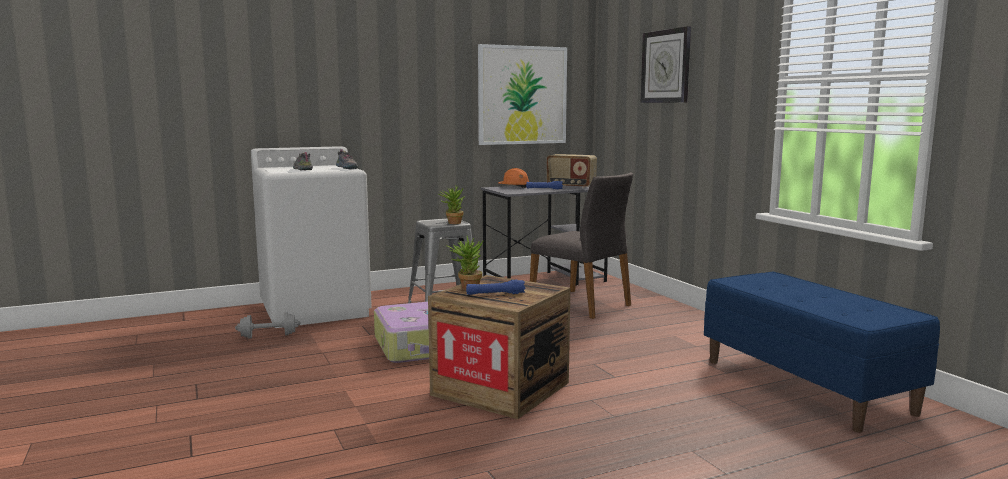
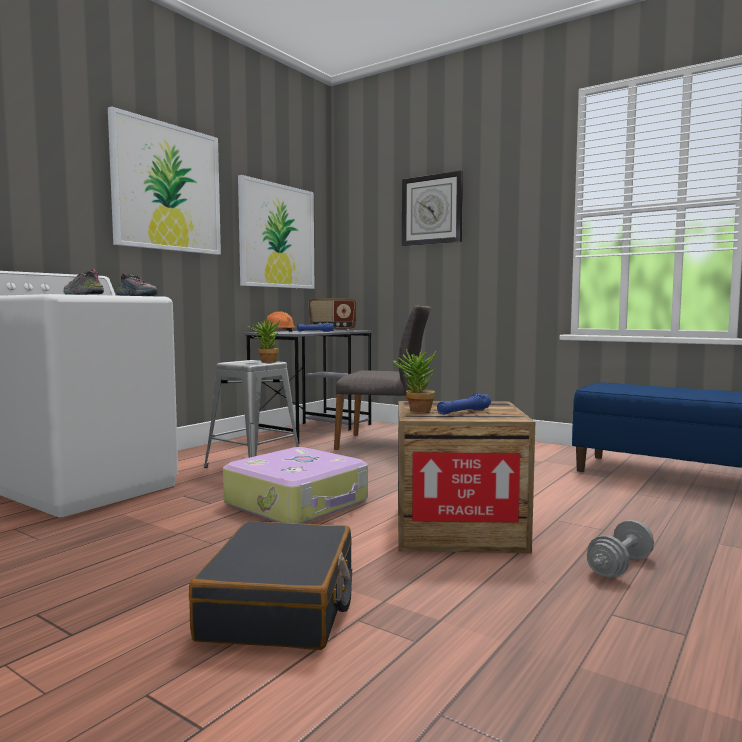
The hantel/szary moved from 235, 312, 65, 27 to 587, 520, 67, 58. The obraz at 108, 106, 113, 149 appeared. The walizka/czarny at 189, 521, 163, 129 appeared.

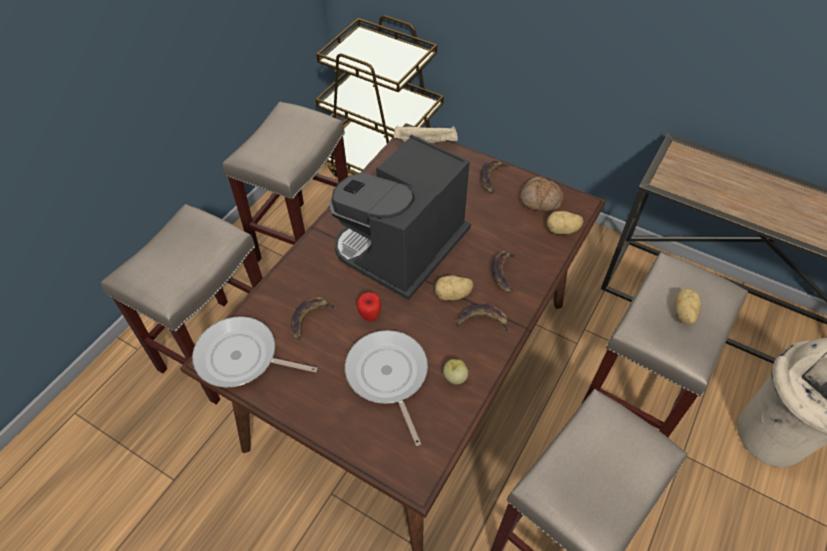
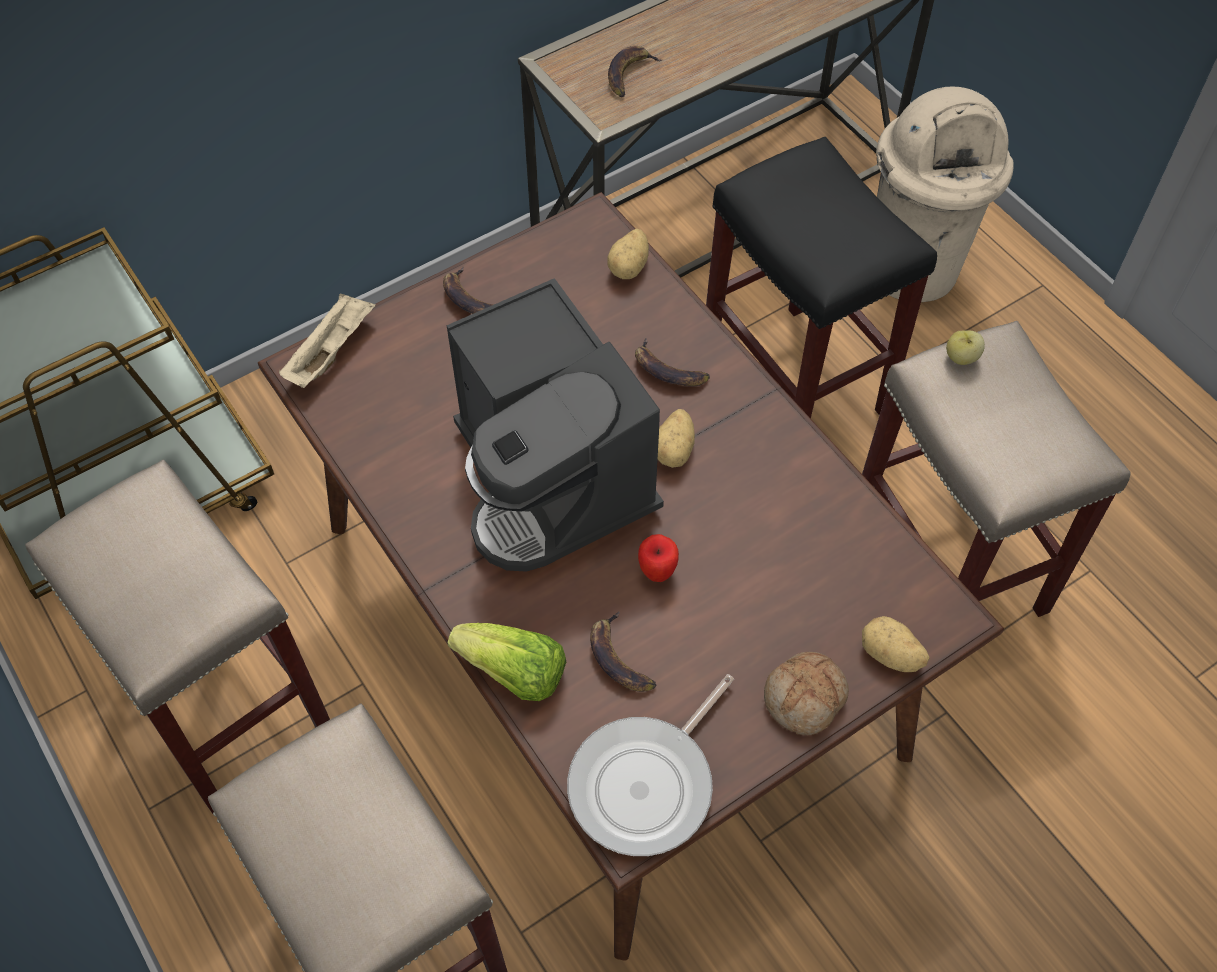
The patelnia at 345, 330, 83, 116 disappeared. The jabłko moved from 443, 359, 26, 26 to 946, 330, 39, 35. The banan moved from 456, 304, 53, 31 to 608, 46, 55, 51. The chleb moved from 520, 176, 43, 36 to 764, 652, 85, 83. The stołek/beżowy at 582, 252, 166, 185 became the stołek/czarny at 706, 137, 231, 281. The ziemniak moved from 674, 288, 27, 37 to 862, 616, 68, 56. The sałata at 448, 623, 118, 78 appeared.

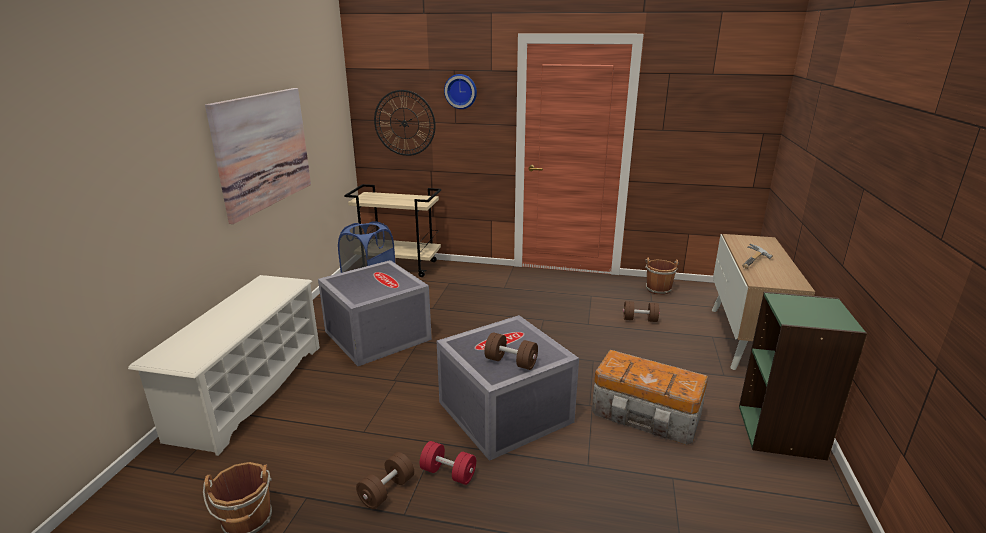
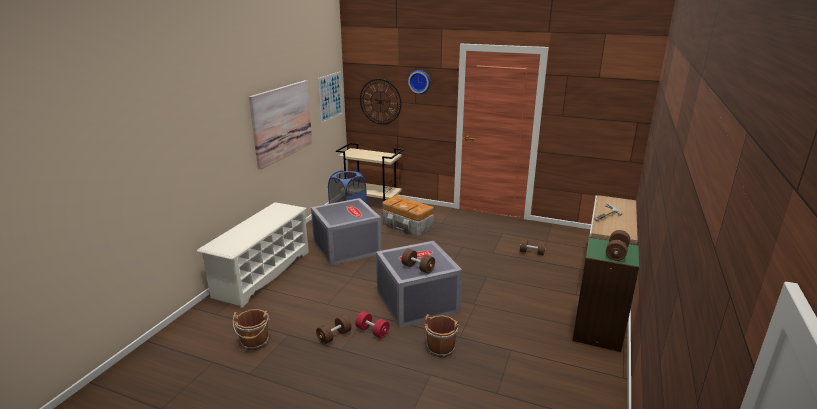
The pojemnik do przechowywania moved from 592, 350, 116, 95 to 382, 195, 52, 42. The wiadro/brązowy moved from 645, 257, 34, 38 to 425, 314, 35, 44. The obraz at 318, 72, 25, 51 appeared. The hantel/brązowy at 606, 230, 24, 31 appeared.

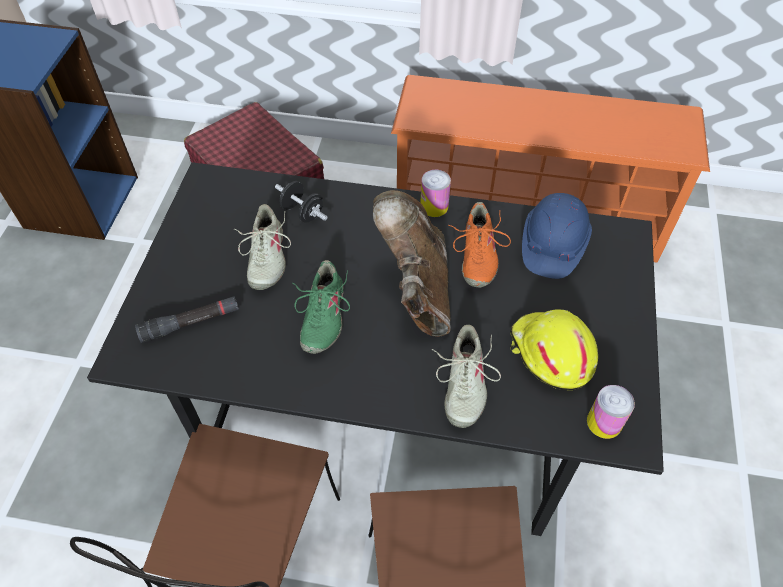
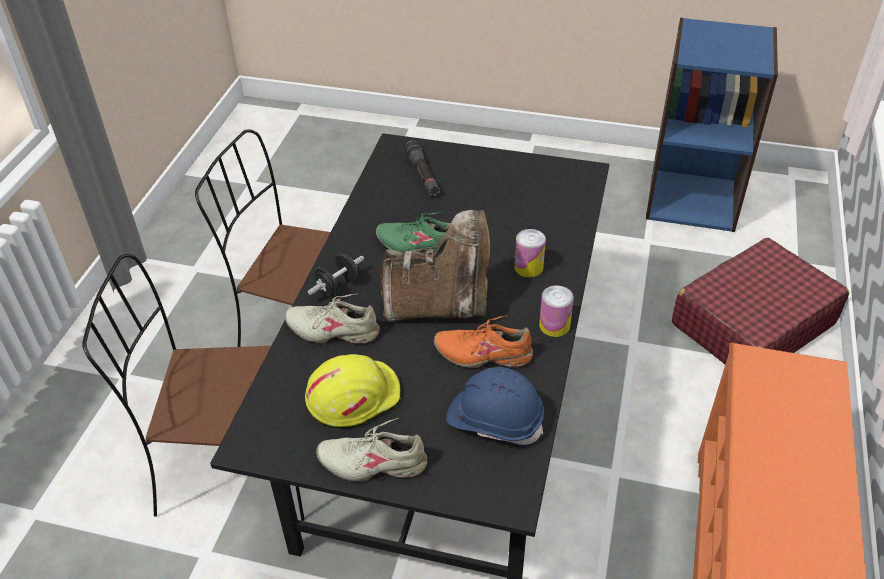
The but/beżowy moved from 234, 204, 57, 86 to 316, 418, 111, 64. The hantel/czarny moved from 275, 181, 53, 42 to 308, 254, 56, 43. The puszka moved from 587, 385, 48, 54 to 515, 229, 31, 49.

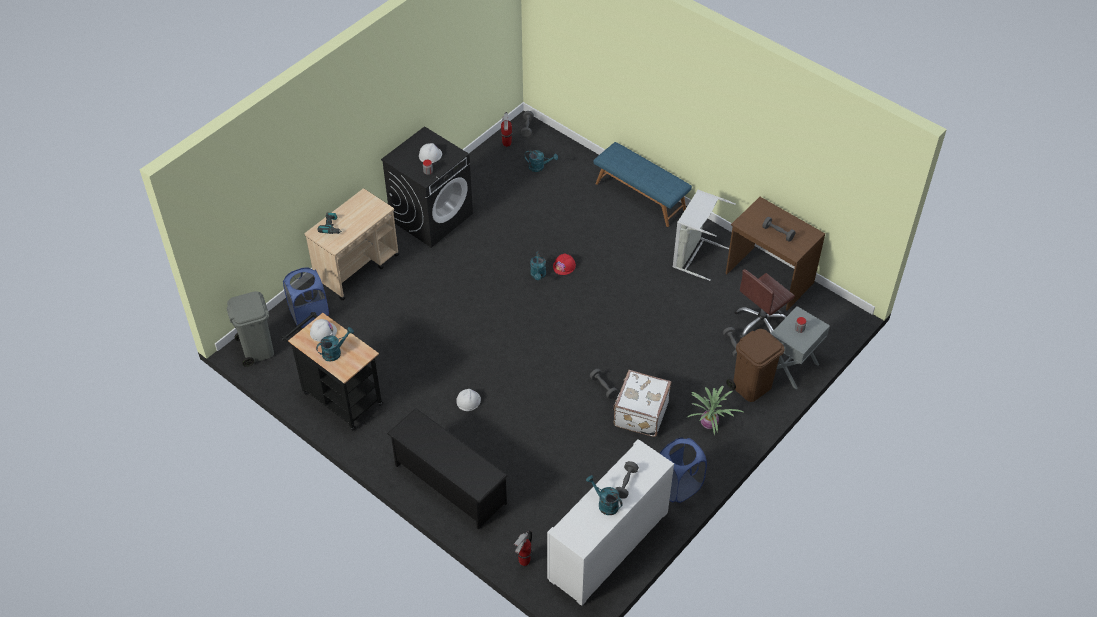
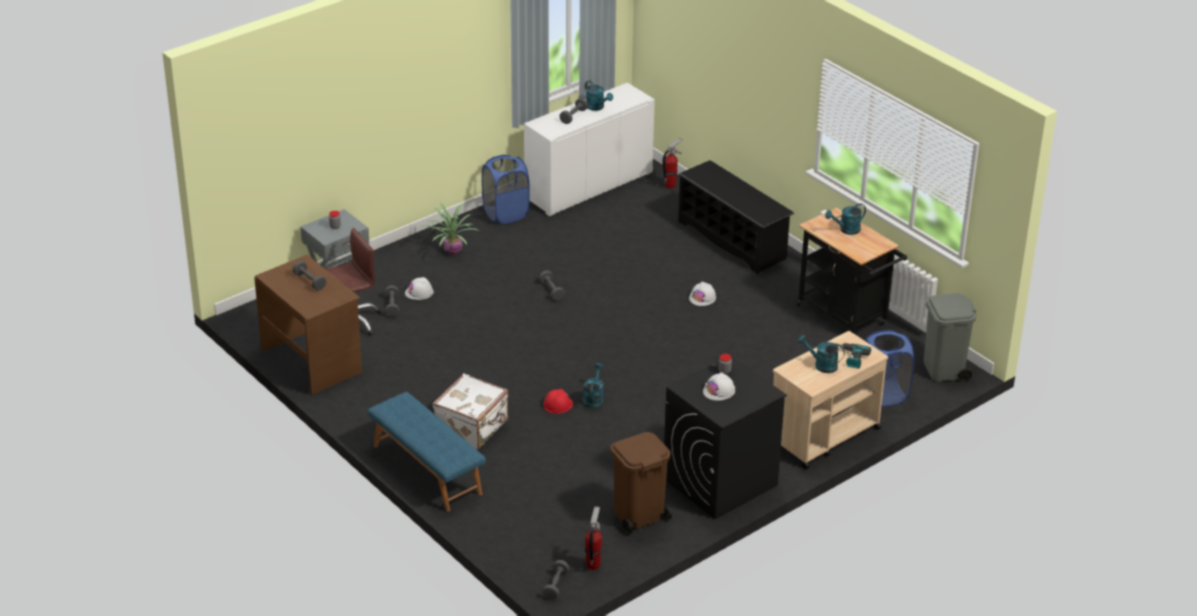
The kask/biały moved from 310, 319, 27, 23 to 405, 277, 29, 23. The konewka/turkusowy moved from 524, 150, 34, 22 to 798, 335, 47, 38. The walizka/biały moved from 613, 370, 58, 67 to 432, 373, 76, 77. The kosz na pranie/szary at 673, 190, 63, 91 disappeared. The kosz na śmieci/brązowy moved from 726, 329, 59, 73 to 610, 432, 62, 102.

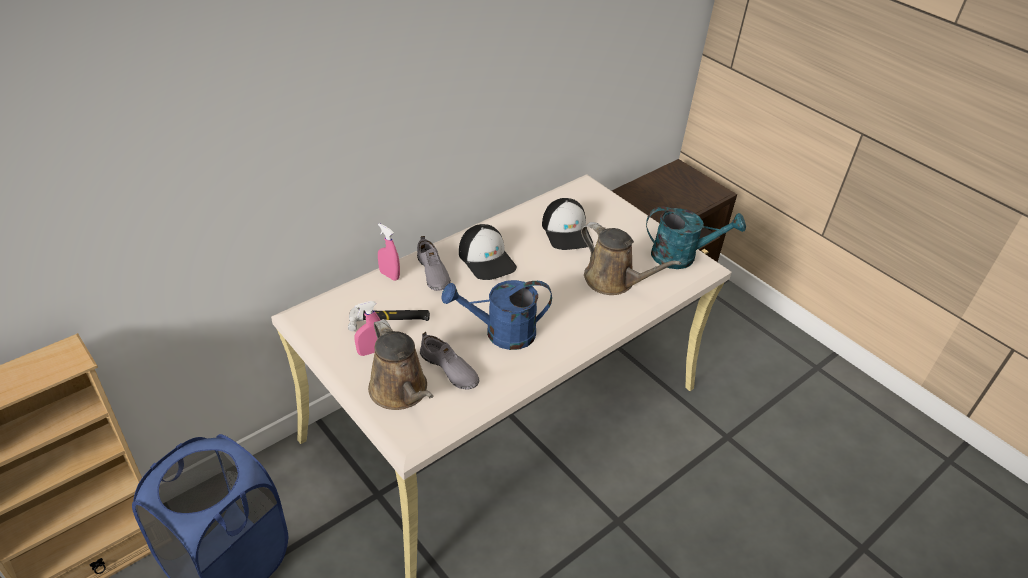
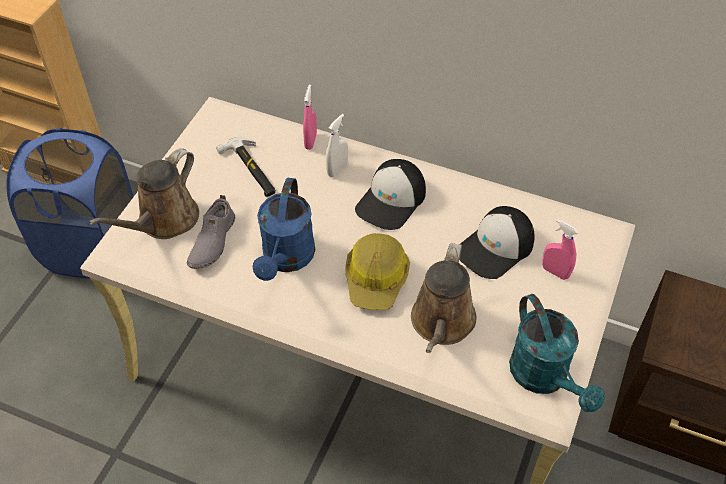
The spryskiwacz/różowy moved from 355, 301, 25, 55 to 542, 219, 37, 61. The but/szary at 417, 236, 34, 55 was replaced by the spryskiwacz/biały at 326, 114, 22, 63. The konewka/niebieski at 442, 280, 110, 70 turned 135 degrees counterclockwise. The kask at 345, 233, 65, 77 appeared.

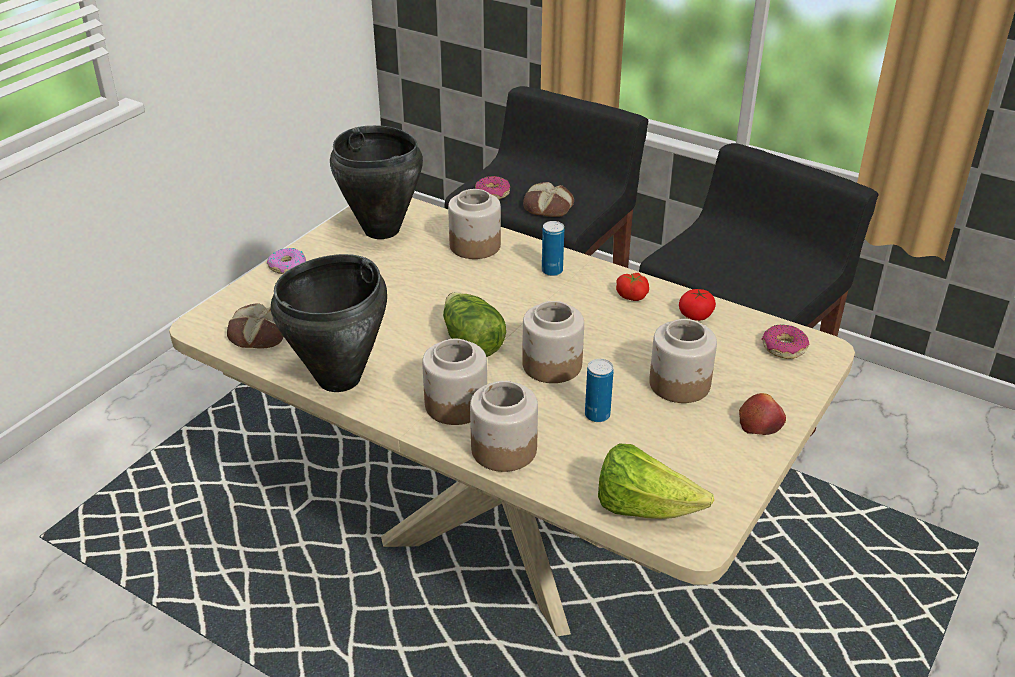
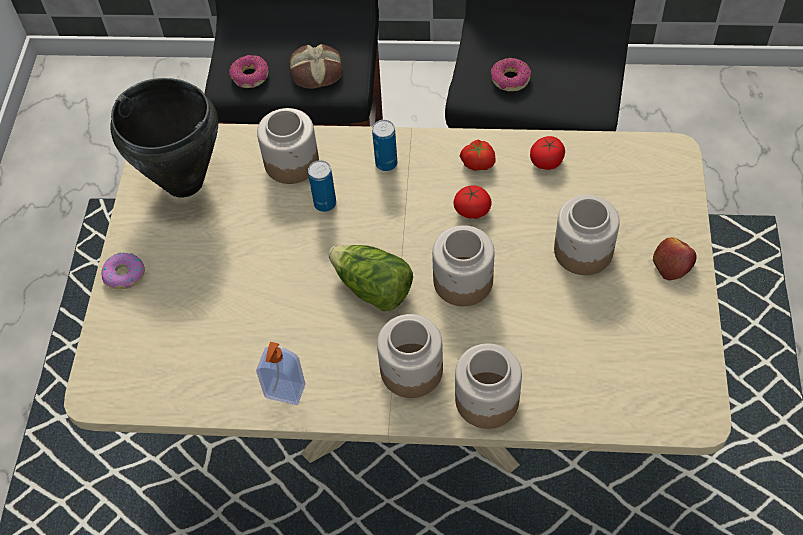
The chleb at 227, 303, 57, 46 disappeared. The garnek/czarny at 271, 254, 116, 138 was replaced by the dozownik mydła at 256, 342, 49, 63. The puszka moved from 585, 359, 29, 63 to 308, 160, 28, 52. The sałata at 598, 444, 116, 75 disappeared. The donut moved from 762, 324, 47, 35 to 491, 58, 40, 33. The pomidor at 453, 185, 38, 34 appeared.

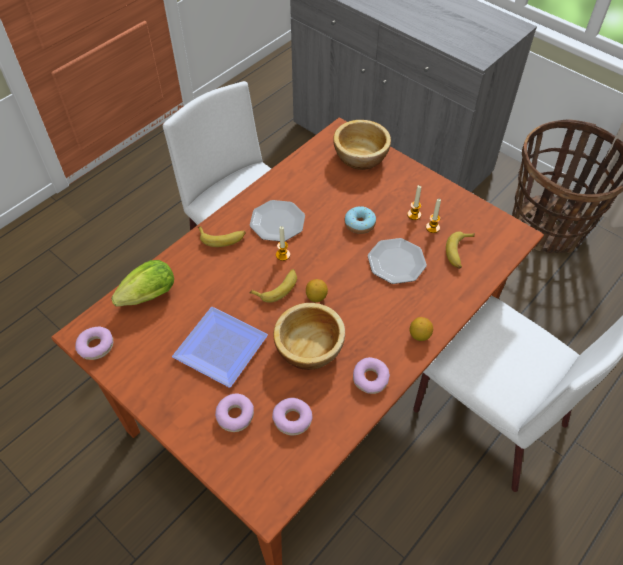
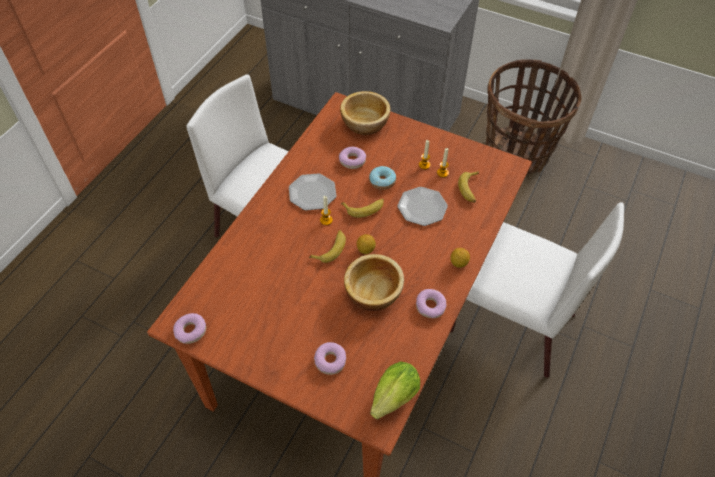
The sałata moved from 111, 260, 63, 47 to 370, 361, 50, 58. The talerz at 172, 307, 96, 81 disappeared. The banan moved from 198, 226, 48, 21 to 341, 198, 43, 20. The donut moved from 272, 398, 40, 37 to 339, 147, 27, 22.

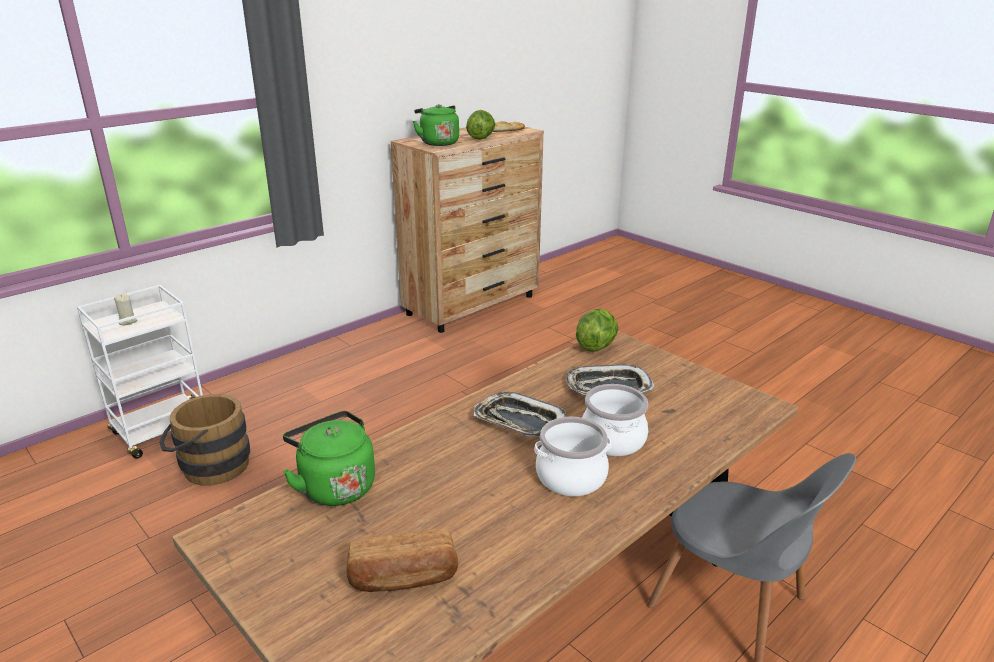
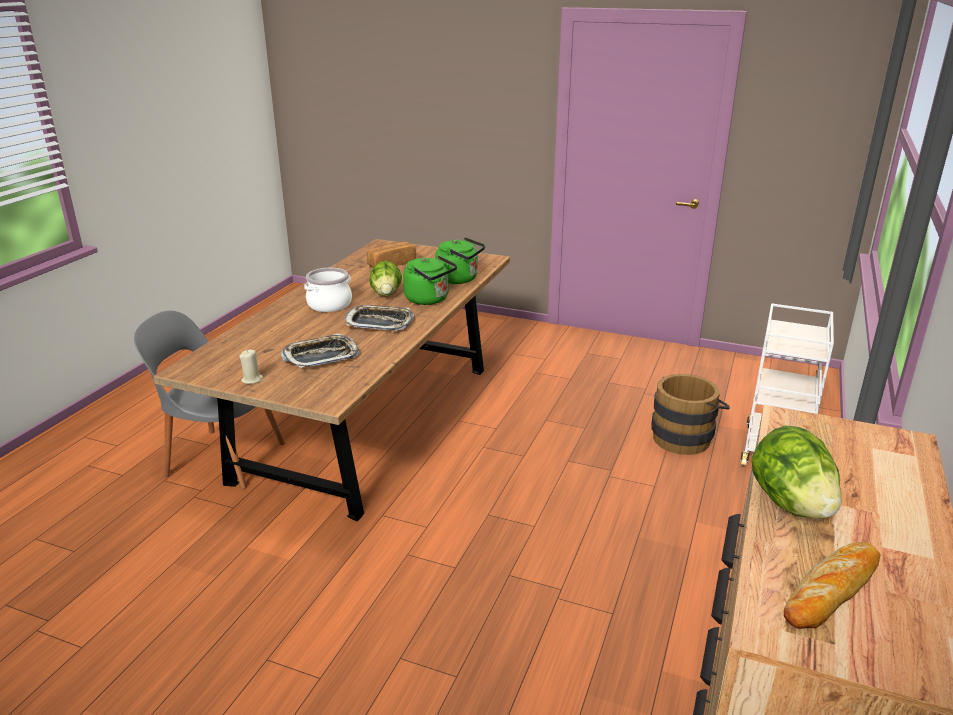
The świeca/beżowy moved from 114, 294, 23, 31 to 239, 350, 24, 34. The czajnik/zielony moved from 413, 104, 46, 42 to 403, 255, 54, 50. The sałata moved from 576, 309, 42, 43 to 369, 261, 33, 36. The garnek at 582, 384, 66, 72 disappeared.

